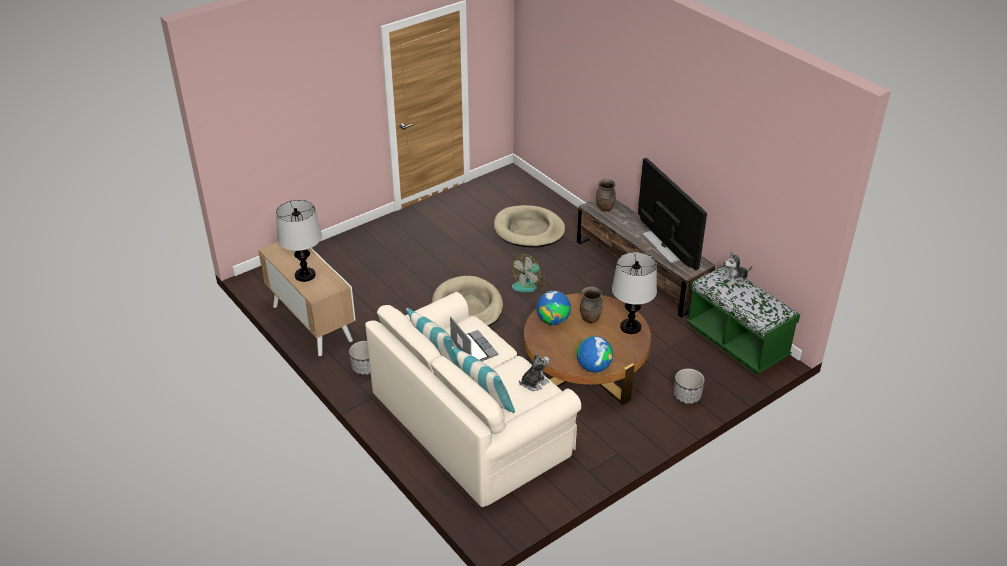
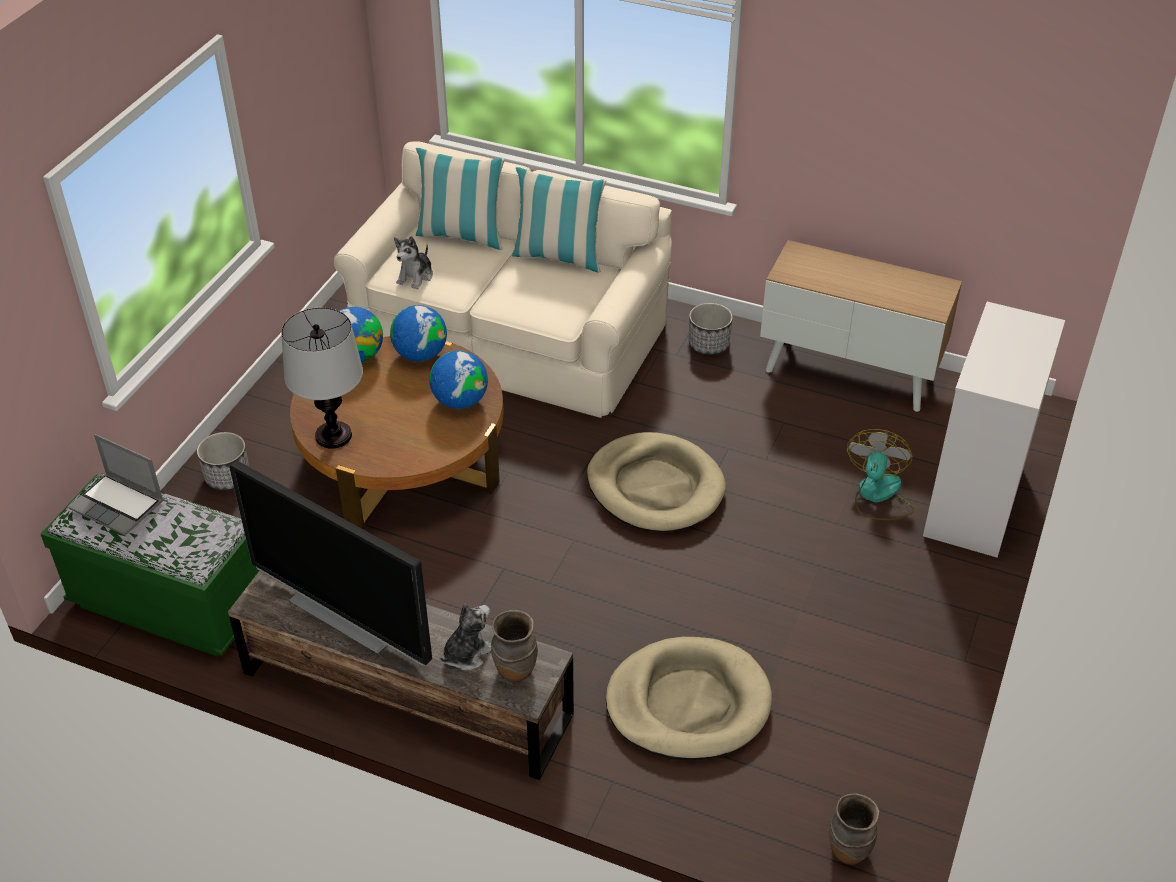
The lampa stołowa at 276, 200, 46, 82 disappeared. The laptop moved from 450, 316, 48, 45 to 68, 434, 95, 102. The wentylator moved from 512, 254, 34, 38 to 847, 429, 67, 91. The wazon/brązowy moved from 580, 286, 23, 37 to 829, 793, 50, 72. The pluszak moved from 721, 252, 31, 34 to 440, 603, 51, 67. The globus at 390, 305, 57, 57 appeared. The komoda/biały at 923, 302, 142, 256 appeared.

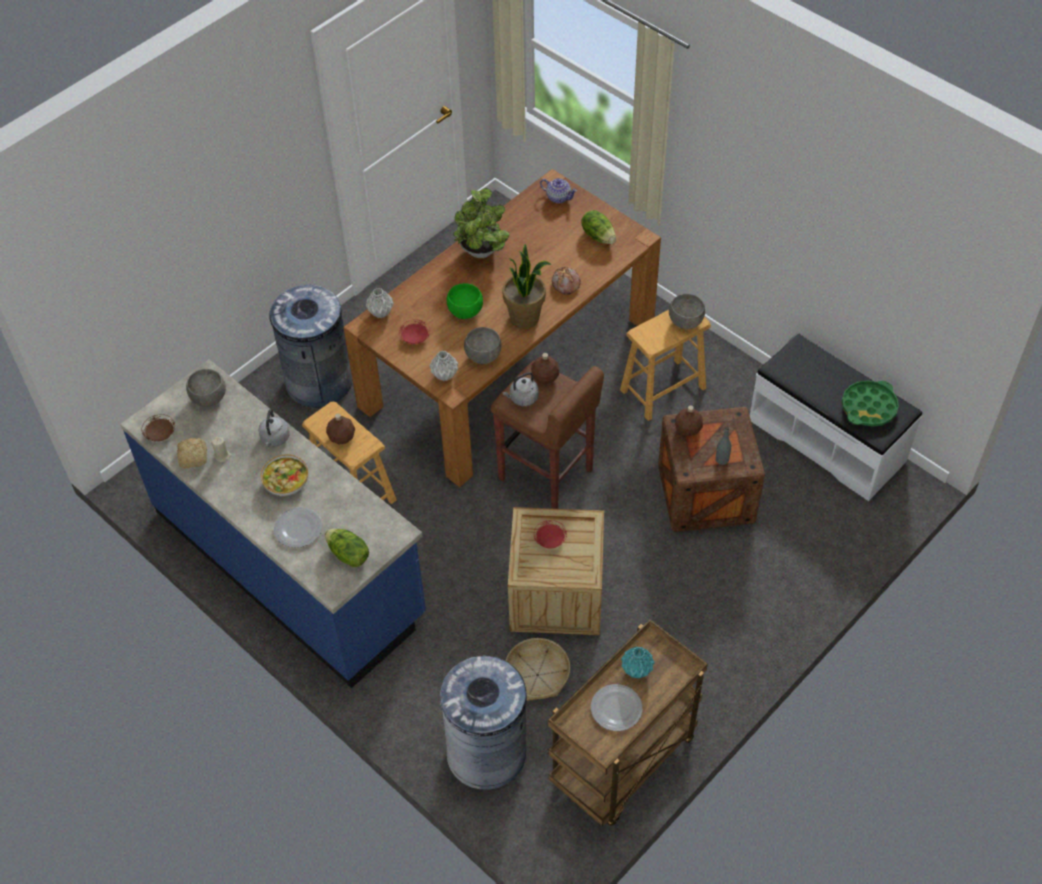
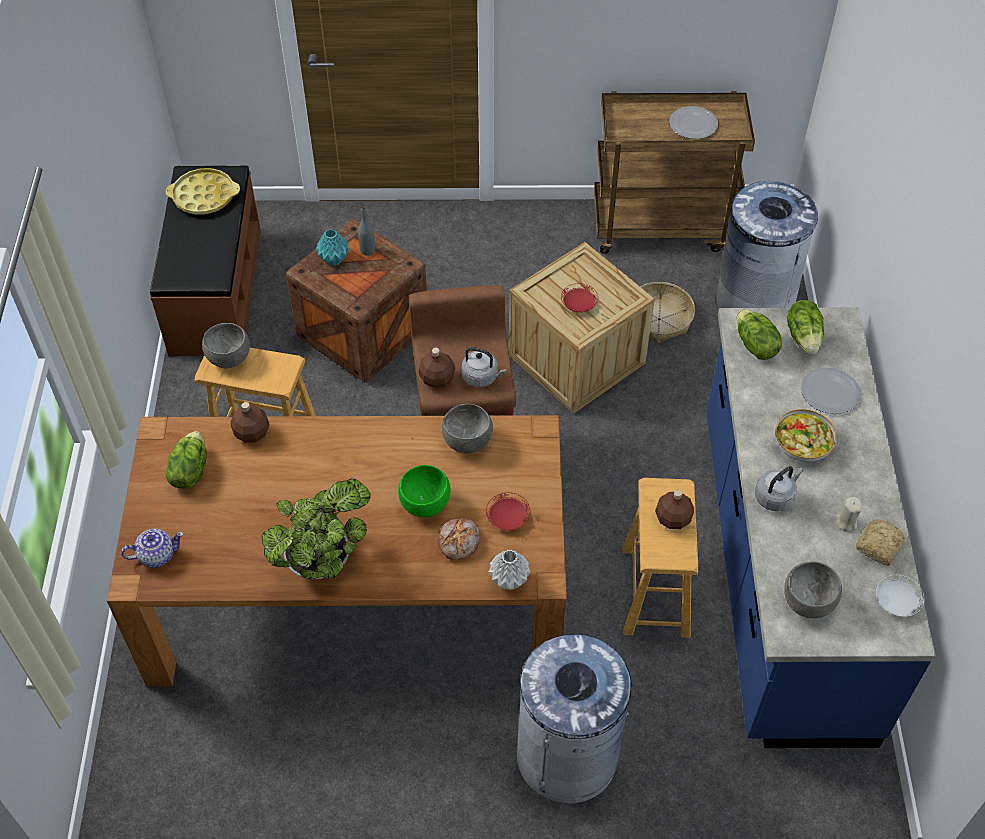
The talerz/brązowy at 142, 414, 33, 28 became the talerz/biały at 876, 575, 48, 42. The wazon/szary at 429, 350, 29, 31 disappeared. The roślina doniczkowa at 502, 243, 49, 85 disappeared. The imbryk at 540, 178, 37, 25 turned 90 degrees clockwise. The chleb moved from 552, 267, 29, 28 to 438, 518, 42, 42. The wazon/turkusowy moved from 621, 647, 34, 31 to 316, 229, 33, 37. The butelka/brązowy moved from 675, 405, 28, 31 to 230, 402, 39, 41. The ławka/biały at 750, 333, 172, 168 became the ławka/brązowy at 150, 165, 111, 191. The taca/zielony at 842, 380, 57, 47 became the taca/żółty at 166, 168, 74, 47. The sałata at 737, 309, 45, 51 appeared.

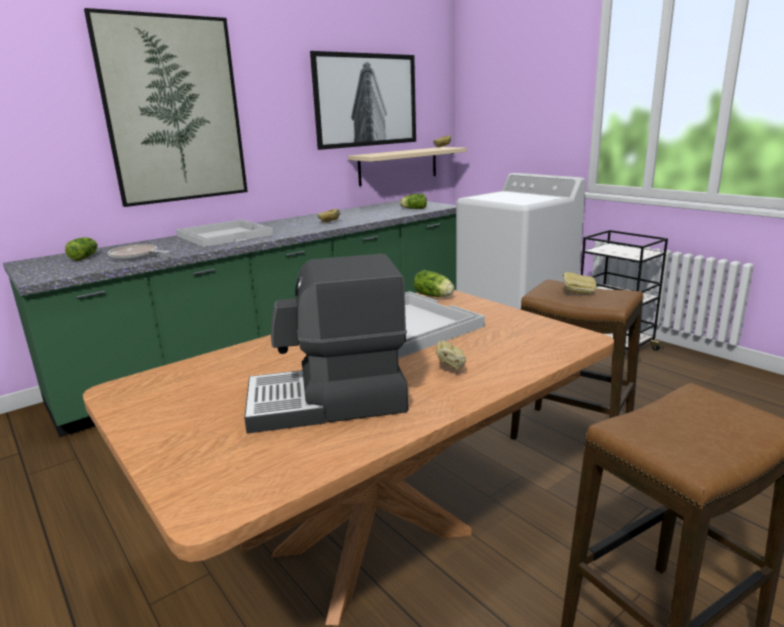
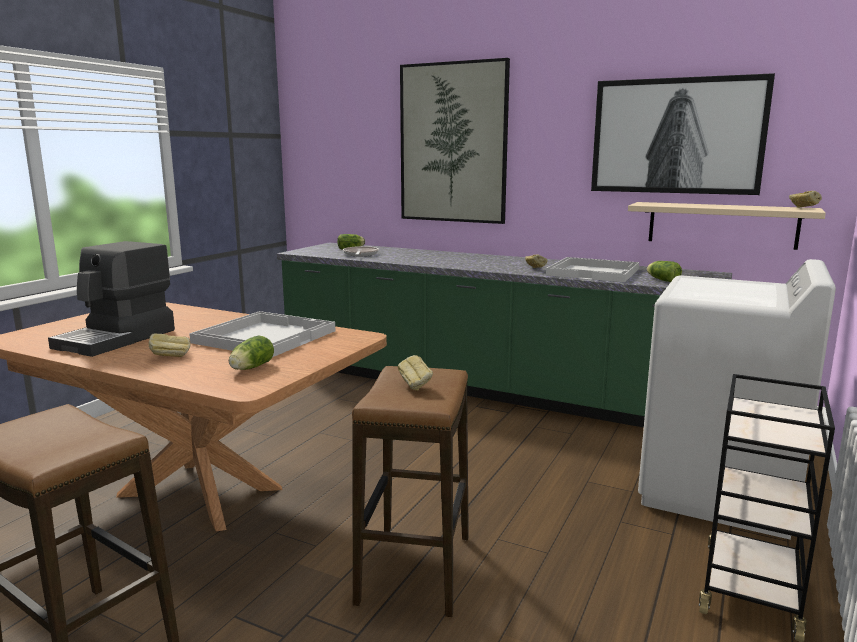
The taca/biały moved from 176, 219, 97, 28 to 546, 257, 93, 25. The ekspres do kawy at 244, 254, 164, 180 turned 120 degrees counterclockwise. The sałata moved from 414, 270, 41, 27 to 229, 336, 45, 34.

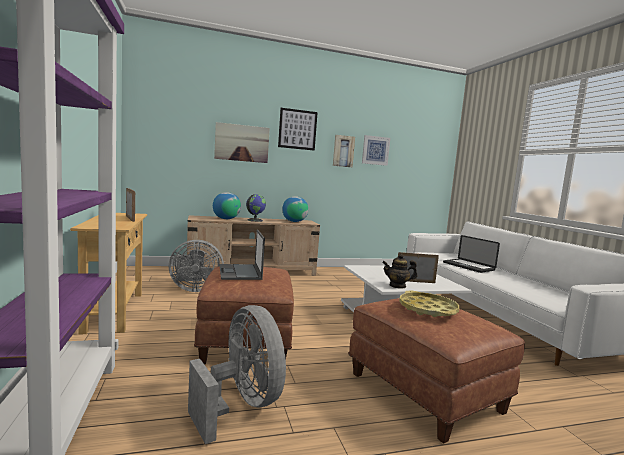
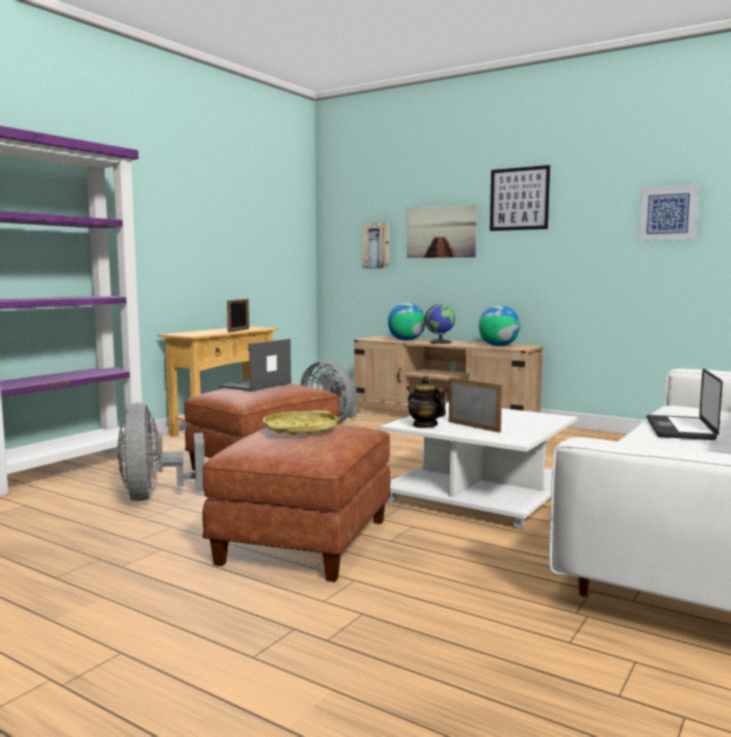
The wentylator/szary at 188, 305, 98, 139 turned 150 degrees clockwise. The obraz moved from 333, 135, 22, 32 to 362, 223, 27, 45.

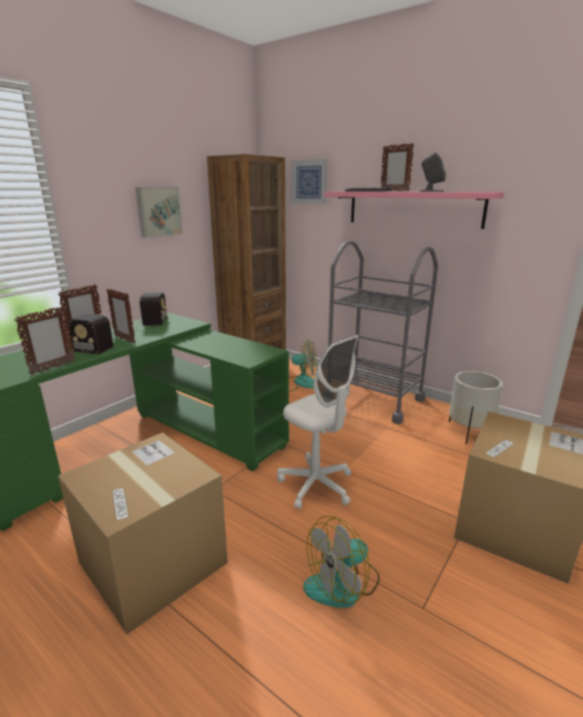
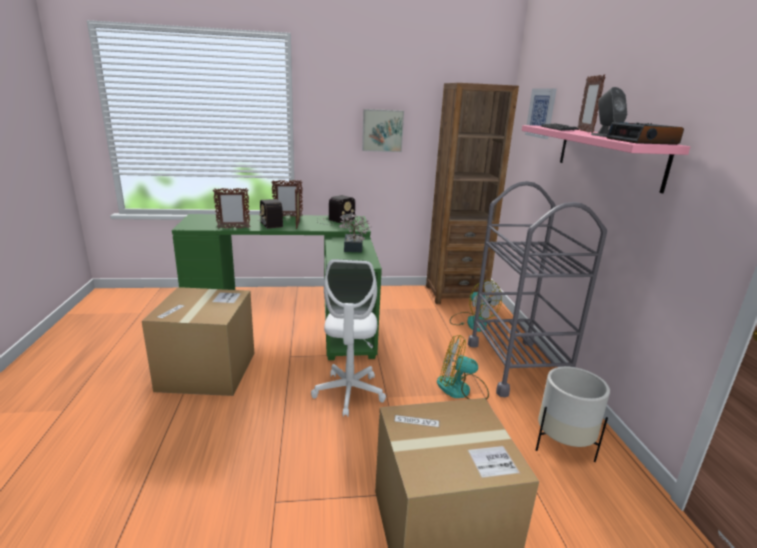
The wentylator moved from 303, 515, 77, 93 to 437, 335, 52, 64. The roślina doniczkowa at 339, 214, 33, 39 appeared. The budzik at 606, 122, 78, 23 appeared.

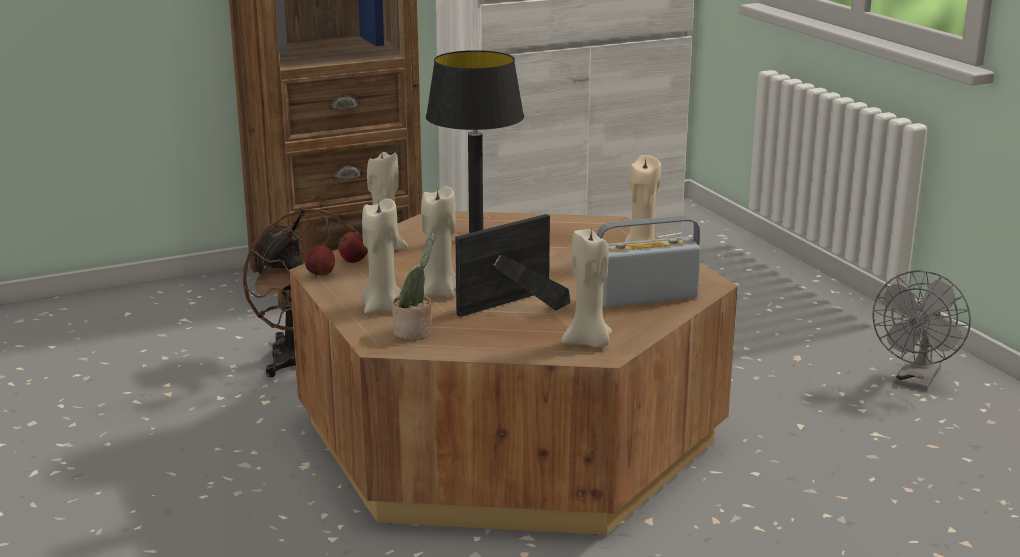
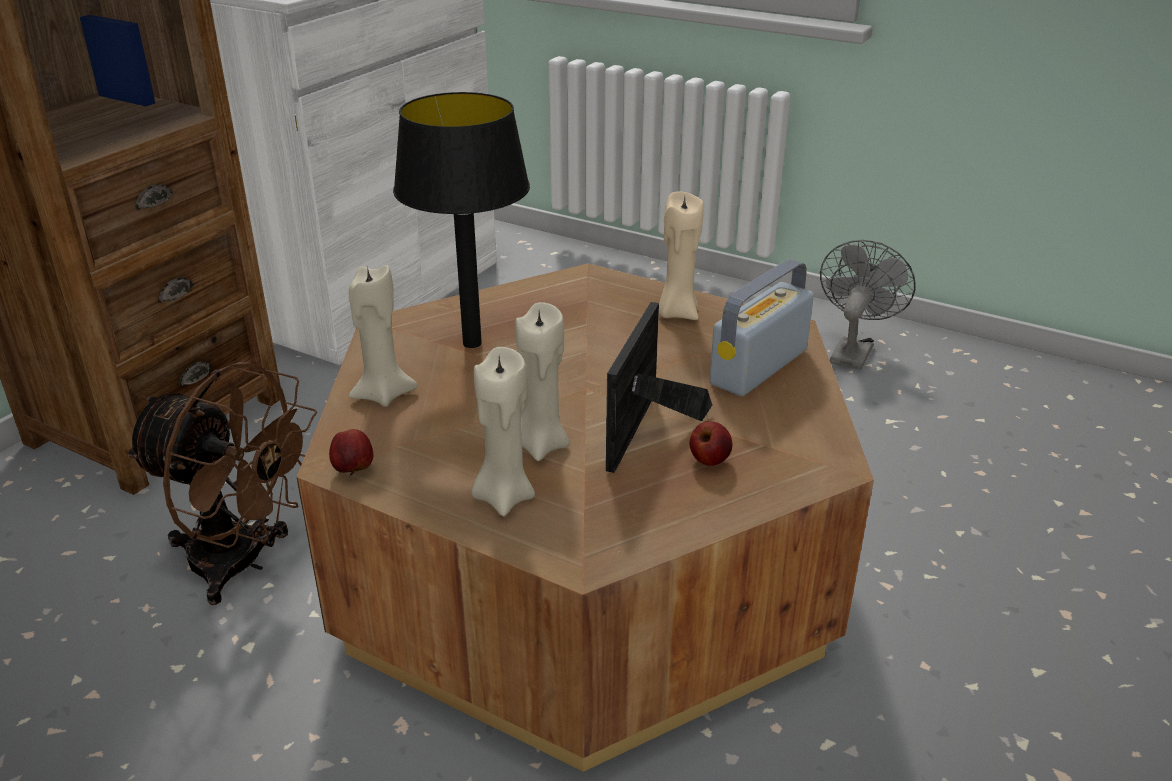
The jabłko moved from 338, 232, 30, 31 to 689, 421, 43, 45. The roślina doniczkowa at 392, 232, 43, 108 disappeared. The świeca/beżowy at 562, 229, 50, 119 disappeared. The wentylator/szary at 873, 270, 98, 120 turned 150 degrees counterclockwise.

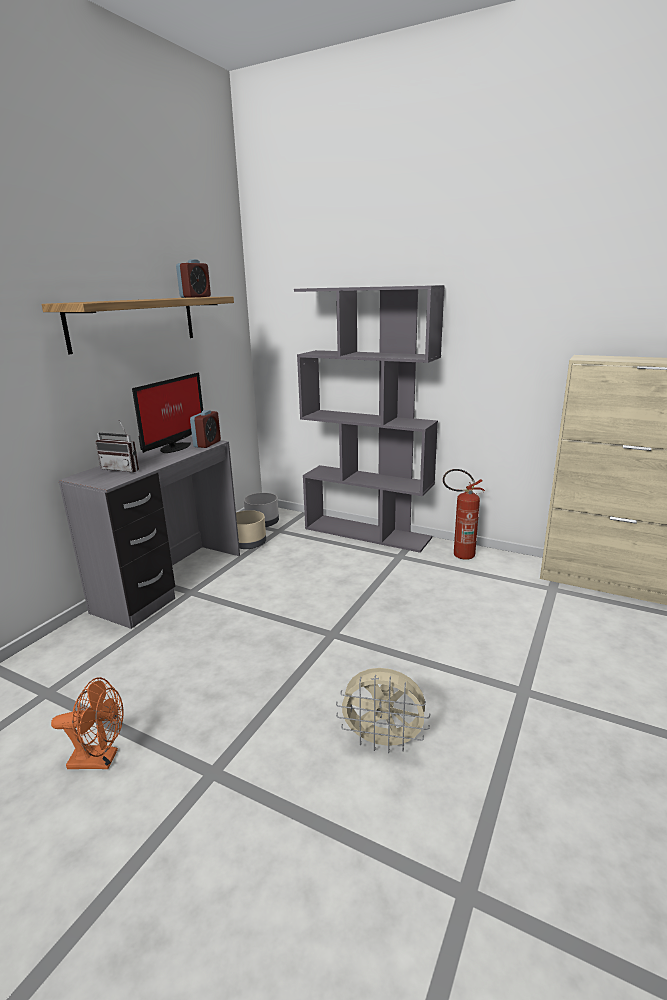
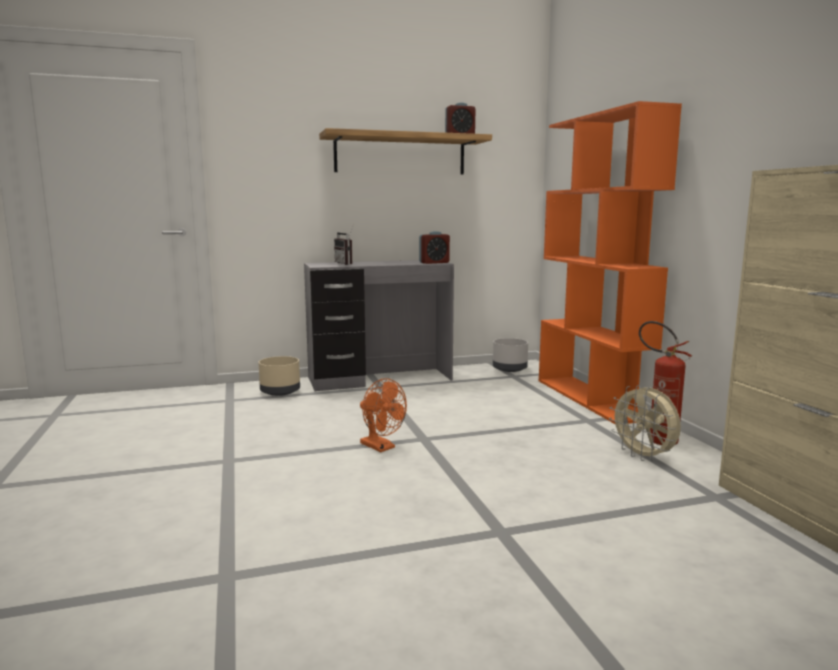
The wentylator/pomarańczowy moved from 51, 677, 72, 92 to 360, 378, 47, 74. The monitor at 132, 373, 71, 80 disappeared. The donica/beżowy moved from 236, 510, 30, 39 to 258, 356, 42, 40. The regał/szary at 294, 285, 151, 268 became the regał/pomarańczowy at 539, 101, 143, 323. The wentylator/beżowy moved from 336, 668, 94, 85 to 609, 385, 72, 76.

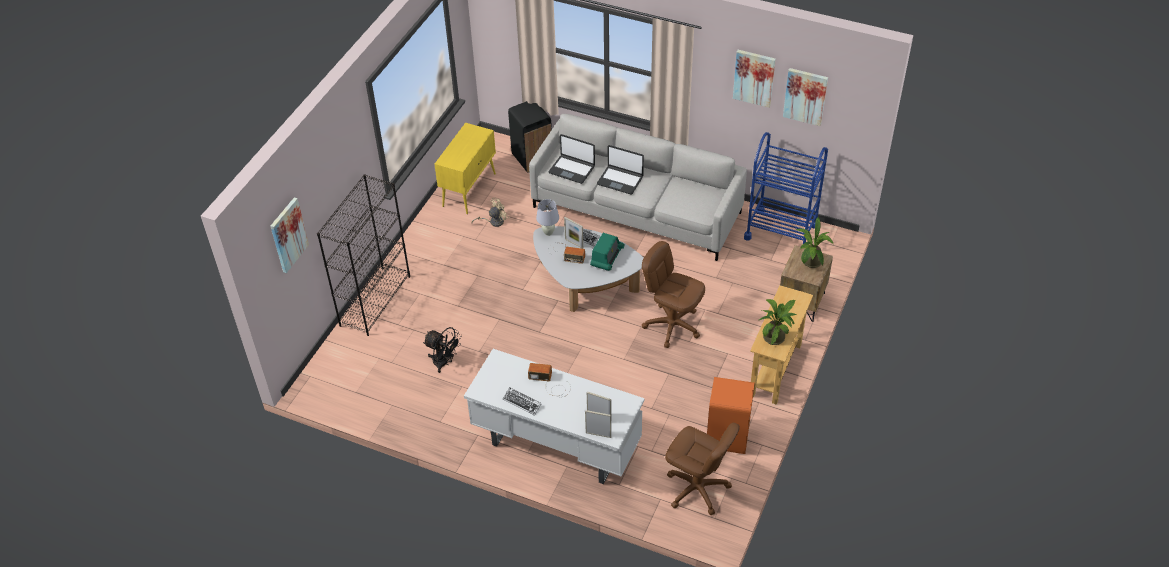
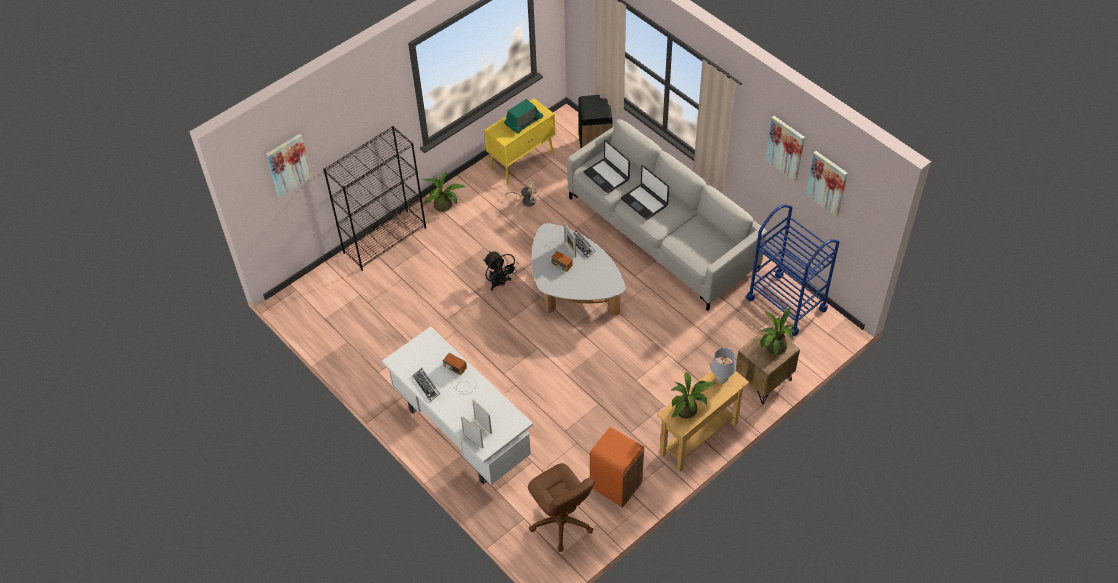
The wentylator/czarny moved from 423, 327, 39, 46 to 484, 251, 35, 40. The lampa stołowa/biały moved from 536, 199, 23, 37 to 711, 348, 25, 36. The radio moved from 590, 233, 35, 38 to 504, 99, 39, 35. The krzesło biurowe/brązowy at 642, 241, 63, 107 disappeared. The roślina doniczkowa at 423, 173, 42, 39 appeared.

